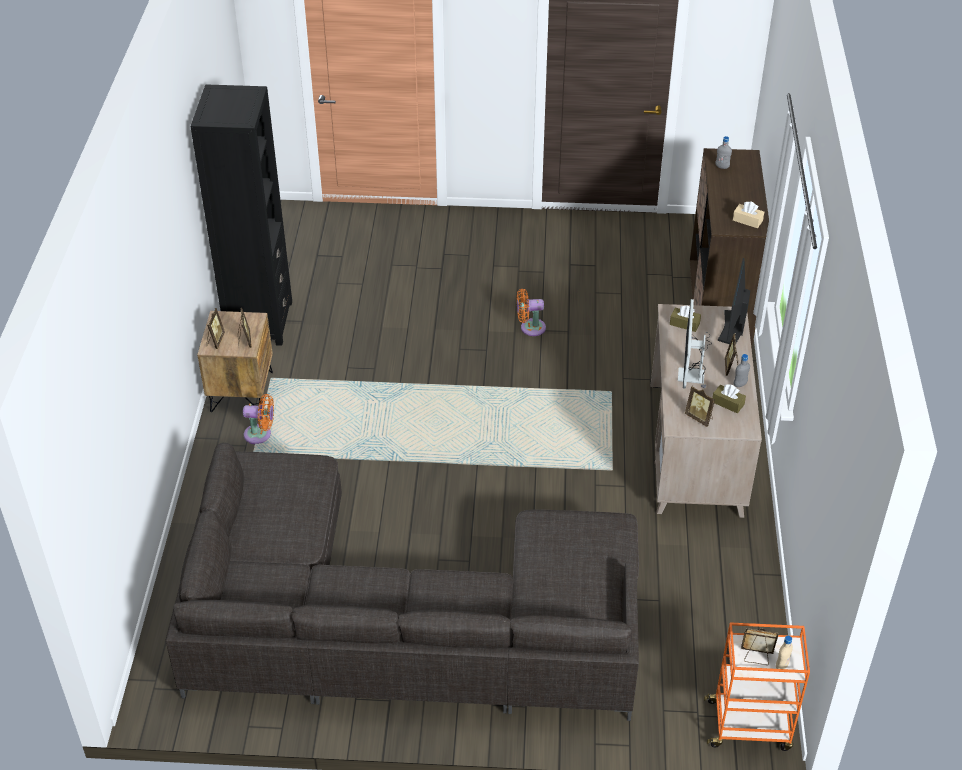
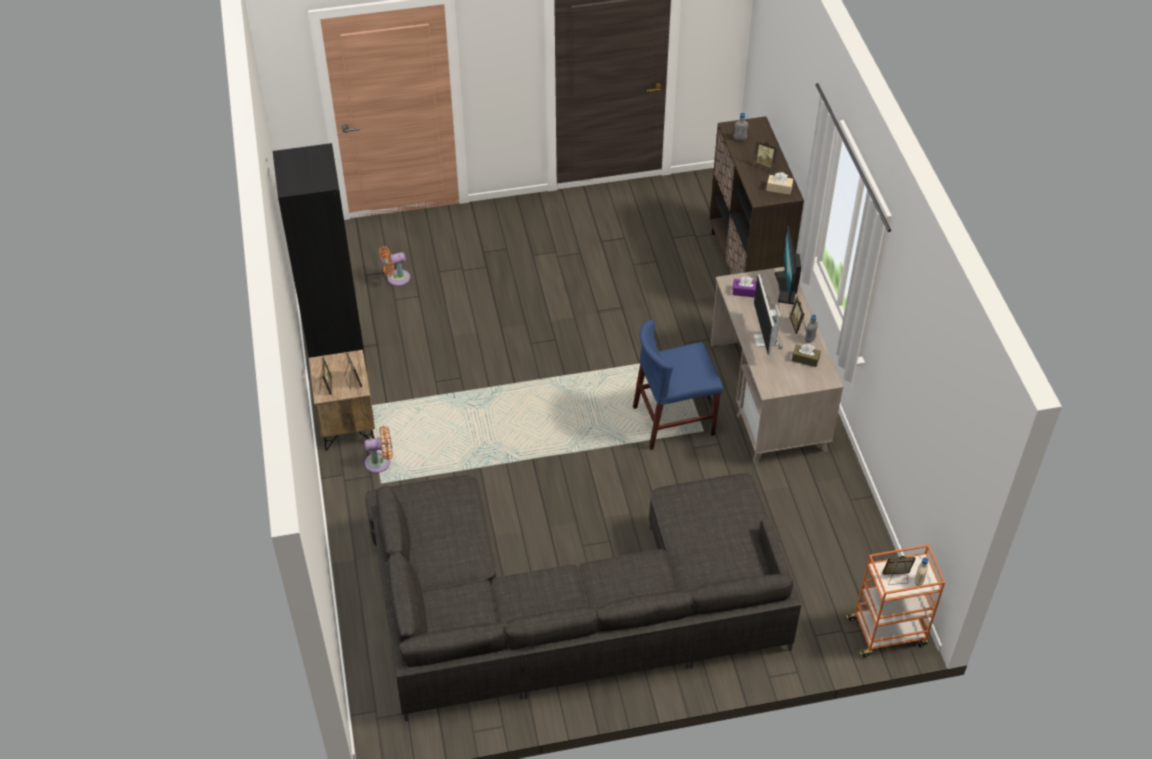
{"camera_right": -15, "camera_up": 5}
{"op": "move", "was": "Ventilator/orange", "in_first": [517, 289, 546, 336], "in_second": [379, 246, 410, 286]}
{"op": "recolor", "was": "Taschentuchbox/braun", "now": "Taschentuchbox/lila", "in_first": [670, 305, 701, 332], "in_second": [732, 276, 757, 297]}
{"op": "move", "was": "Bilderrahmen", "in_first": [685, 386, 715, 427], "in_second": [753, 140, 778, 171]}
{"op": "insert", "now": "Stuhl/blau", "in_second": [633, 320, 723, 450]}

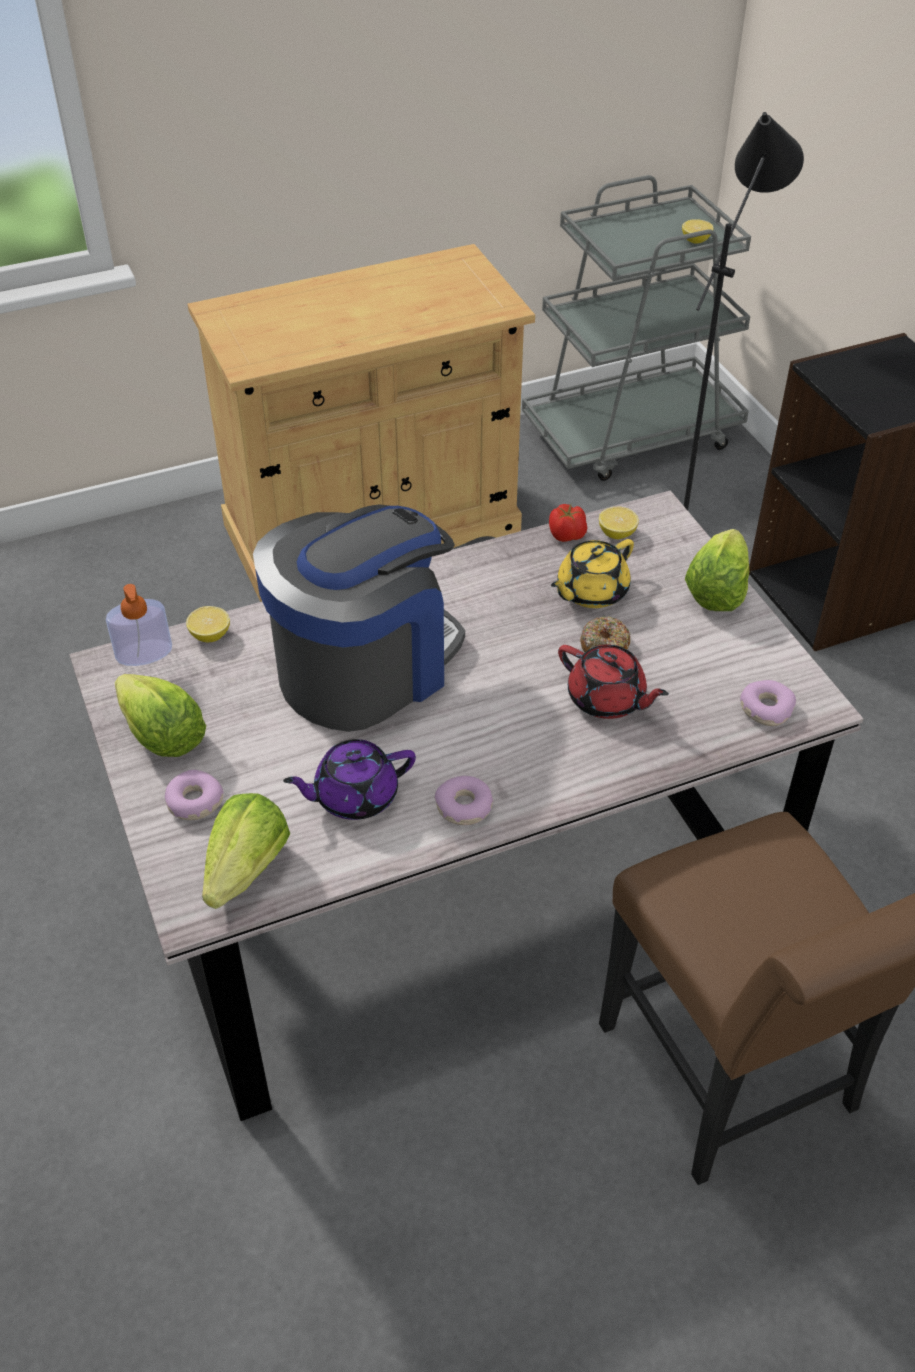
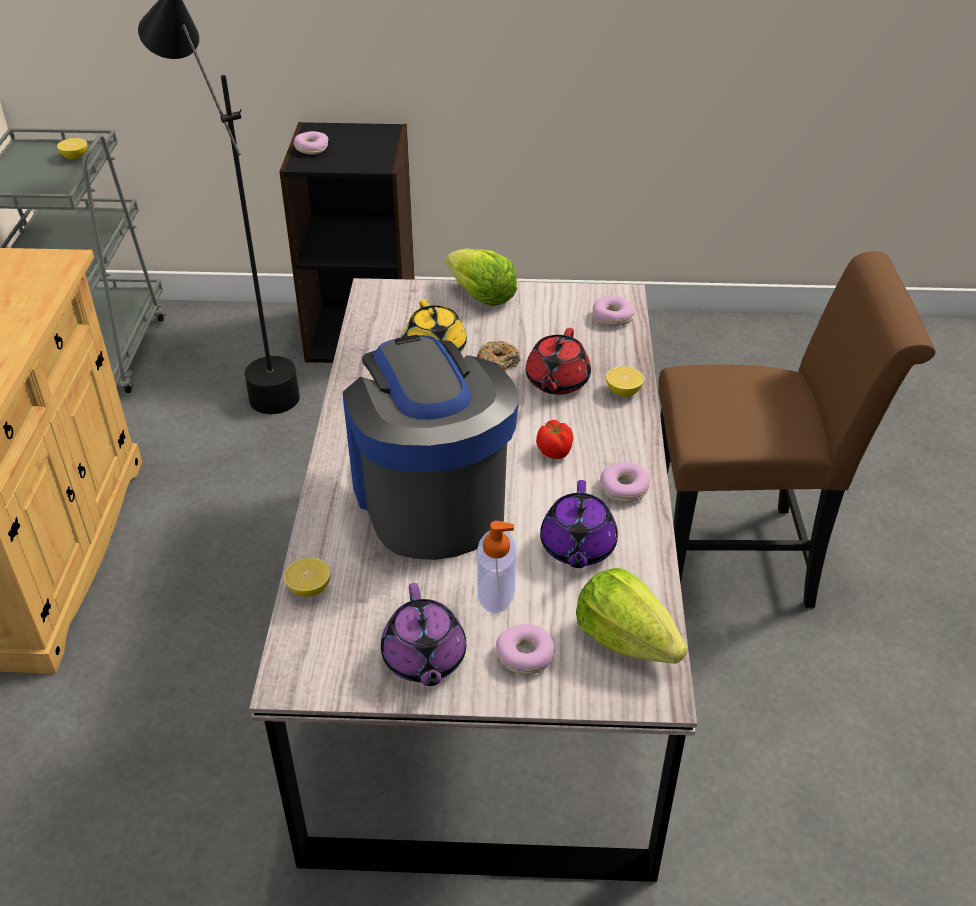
{"camera_right": -65, "camera_up": -5}
{"op": "move", "was": "Seifenspender", "in_first": [106, 584, 172, 666], "in_second": [477, 521, 516, 613]}
{"op": "replace", "was": "Salatkopf", "now": "Teekanne/lila", "in_first": [115, 674, 206, 757], "in_second": [381, 583, 466, 686]}
{"op": "move", "was": "Tomate", "in_first": [549, 504, 587, 542], "in_second": [536, 420, 573, 459]}
{"op": "rotate", "was": "Teekanne/rot", "in_first": [558, 644, 669, 719], "in_second": [525, 328, 591, 395], "clockwise": 135}
{"op": "move", "was": "Zitrone", "in_first": [599, 507, 639, 539], "in_second": [606, 366, 644, 397]}
{"op": "insert", "now": "Donut", "in_second": [294, 131, 328, 155]}

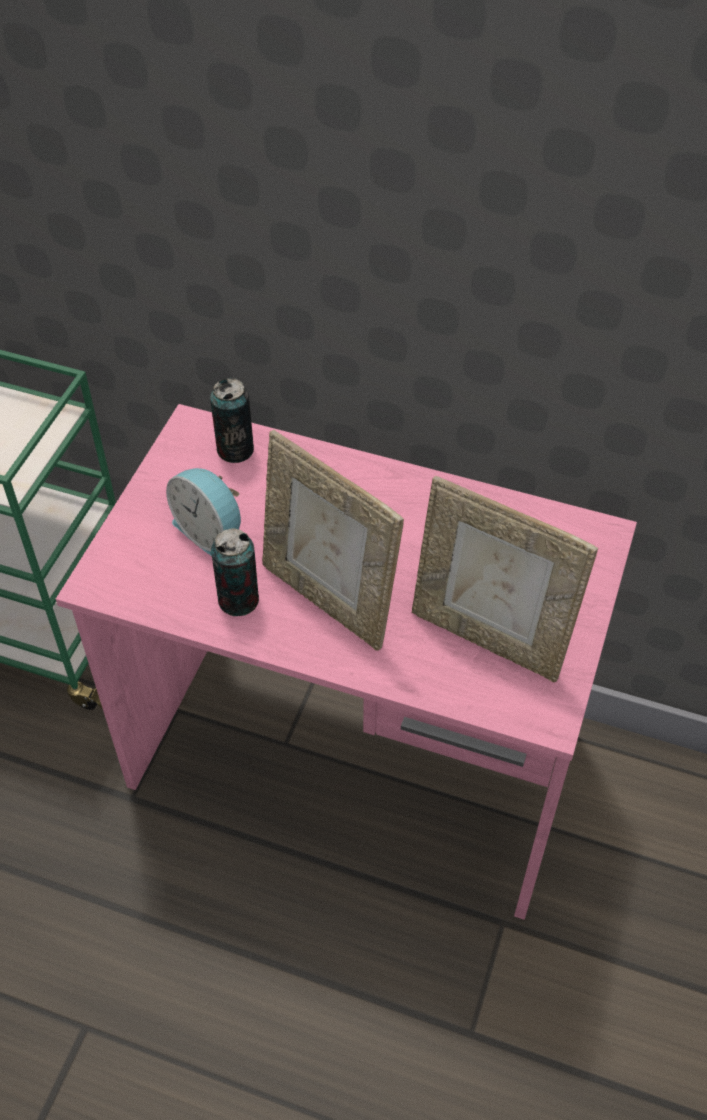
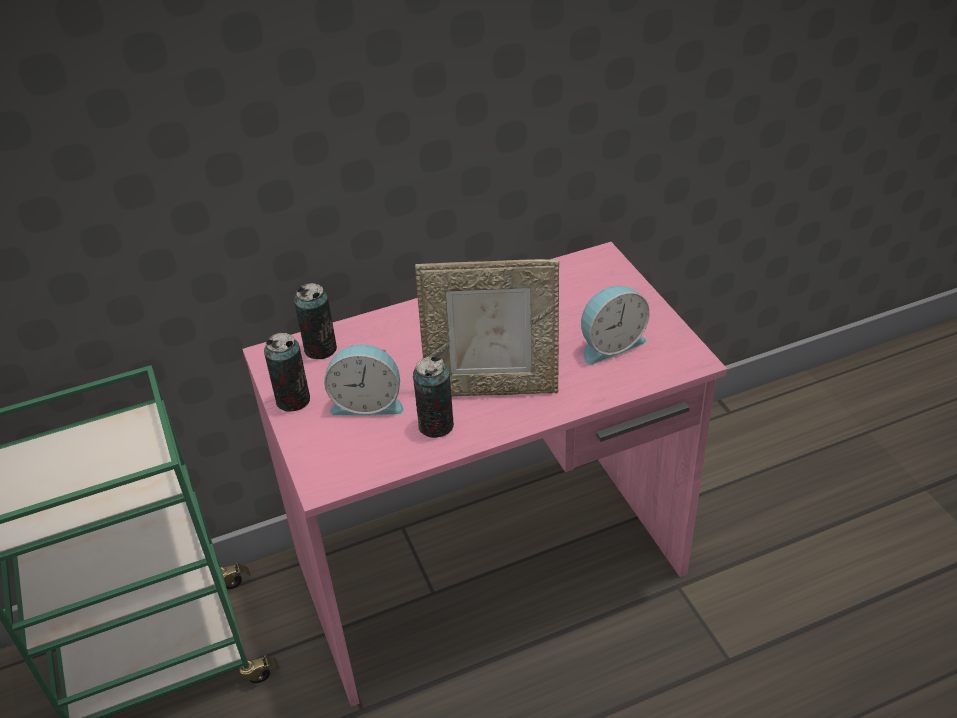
{"camera_right": -40, "camera_up": -10}
{"op": "replace", "was": "Bilderrahmen", "now": "Wecker", "in_first": [412, 475, 598, 682], "in_second": [581, 286, 650, 365]}
{"op": "insert", "now": "Dose", "in_second": [264, 333, 310, 412]}

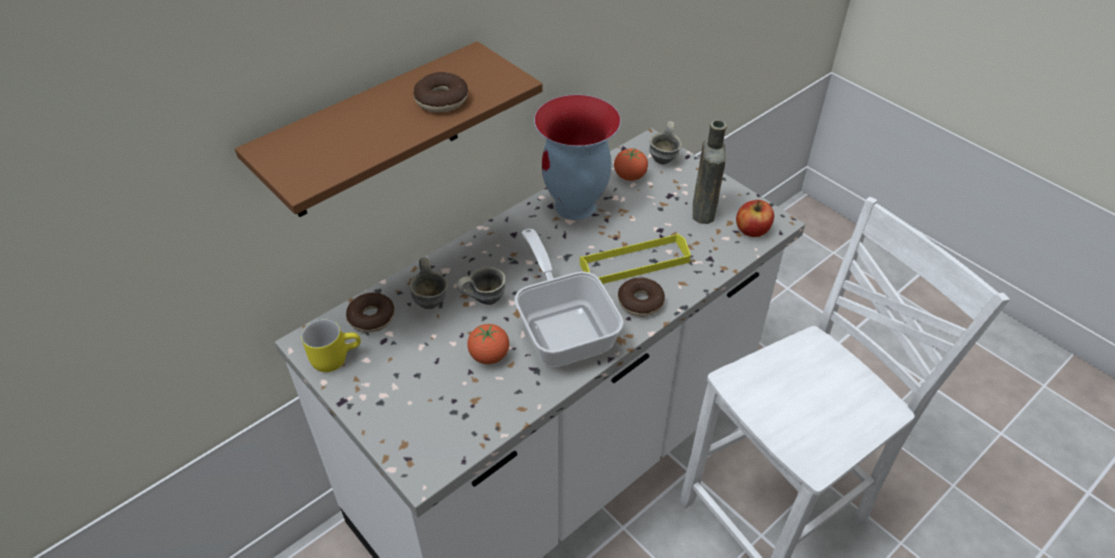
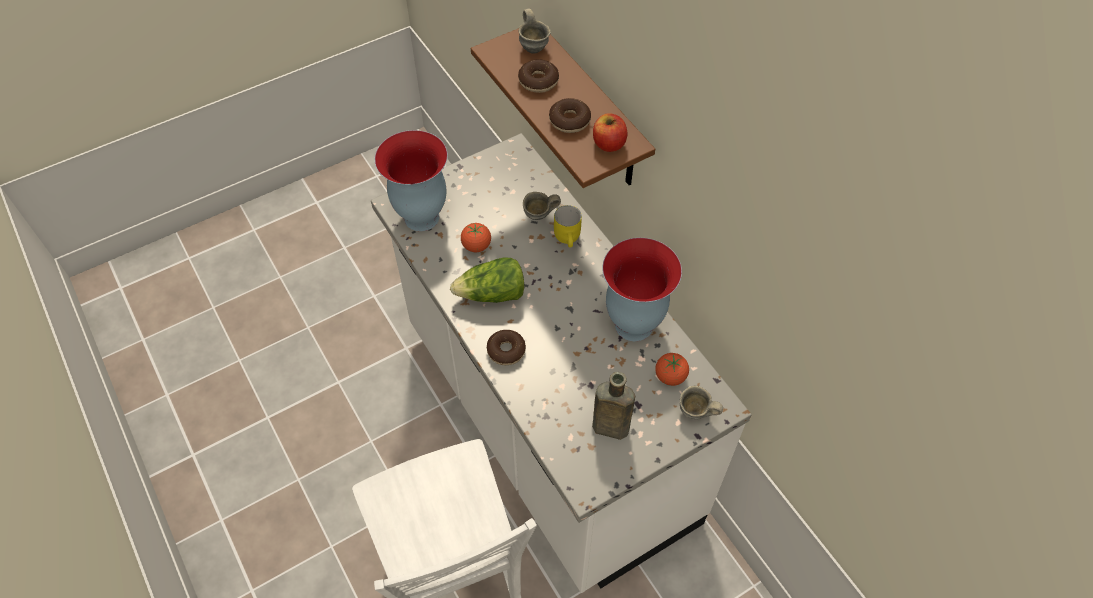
{"camera_right": 100, "camera_up": 10}
{"op": "move", "was": "Henkelbecher/gelb", "in_first": [301, 319, 361, 372], "in_second": [554, 205, 582, 247]}
{"op": "move", "was": "Donut", "in_first": [346, 293, 395, 332], "in_second": [518, 59, 559, 93]}
{"op": "move", "was": "Henkelbecher/grau", "in_first": [456, 267, 505, 305], "in_second": [519, 8, 551, 53]}
{"op": "replace", "was": "Pfanne", "now": "Salatkopf", "in_first": [514, 229, 624, 367], "in_second": [450, 258, 524, 303]}
{"op": "delete", "was": "Tablett/gelb", "in_first": [580, 233, 691, 284]}
{"op": "move", "was": "Apfel", "in_first": [736, 200, 774, 237], "in_second": [593, 113, 627, 152]}
{"op": "insert", "now": "Vase", "in_second": [375, 130, 448, 231]}

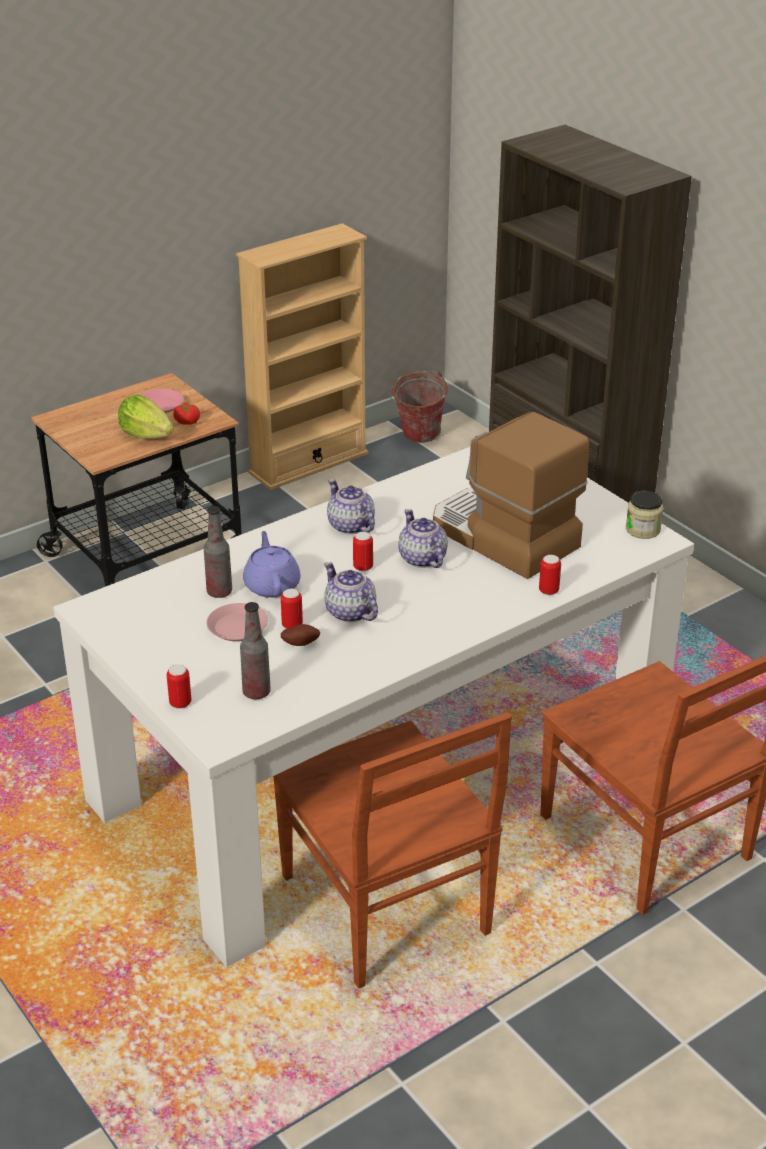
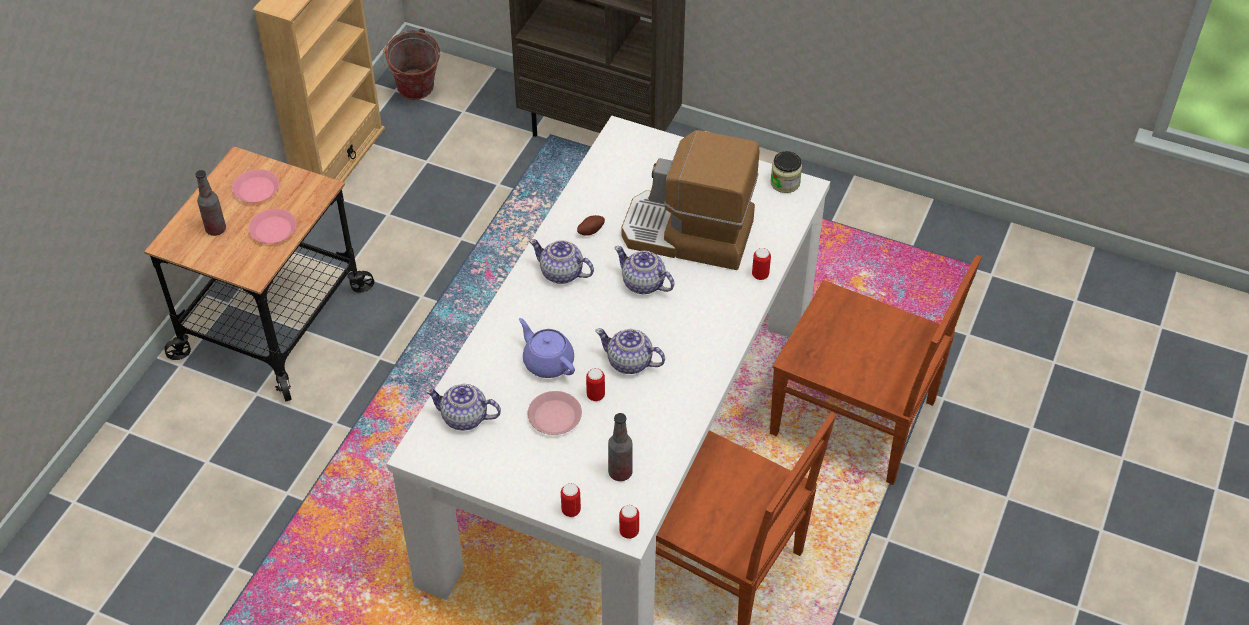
{"camera_right": -30, "camera_up": 15}
{"op": "replace", "was": "Salatkopf", "now": "Teller/rosa", "in_first": [118, 395, 174, 439], "in_second": [248, 209, 297, 244]}
{"op": "delete", "was": "Tomate", "in_first": [173, 403, 200, 425]}
{"op": "move", "was": "Flasche", "in_first": [204, 506, 232, 598], "in_second": [195, 170, 226, 236]}
{"op": "move", "was": "Kartoffel", "in_first": [281, 624, 320, 646], "in_second": [577, 215, 605, 236]}
{"op": "move", "was": "Dose", "in_first": [353, 532, 373, 571], "in_second": [619, 505, 639, 539]}
{"op": "insert", "now": "Teekanne", "in_second": [425, 384, 501, 431]}

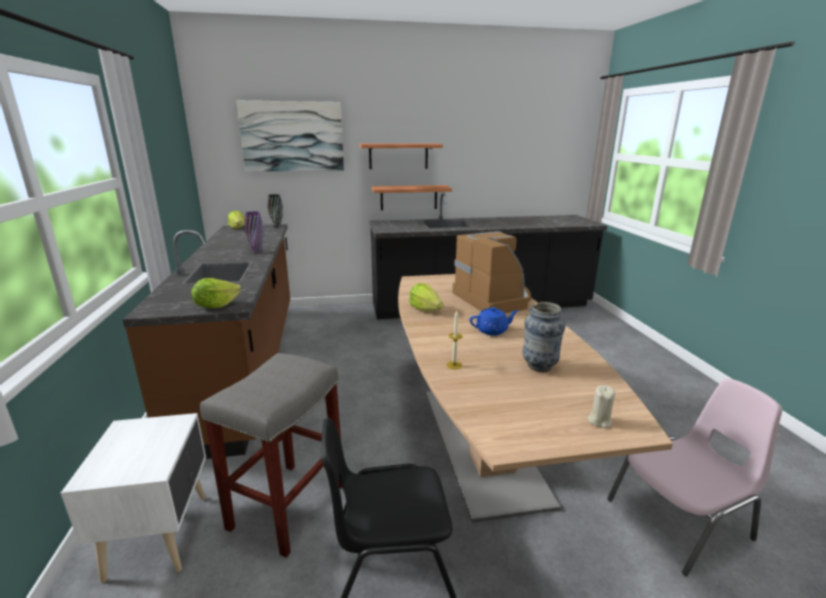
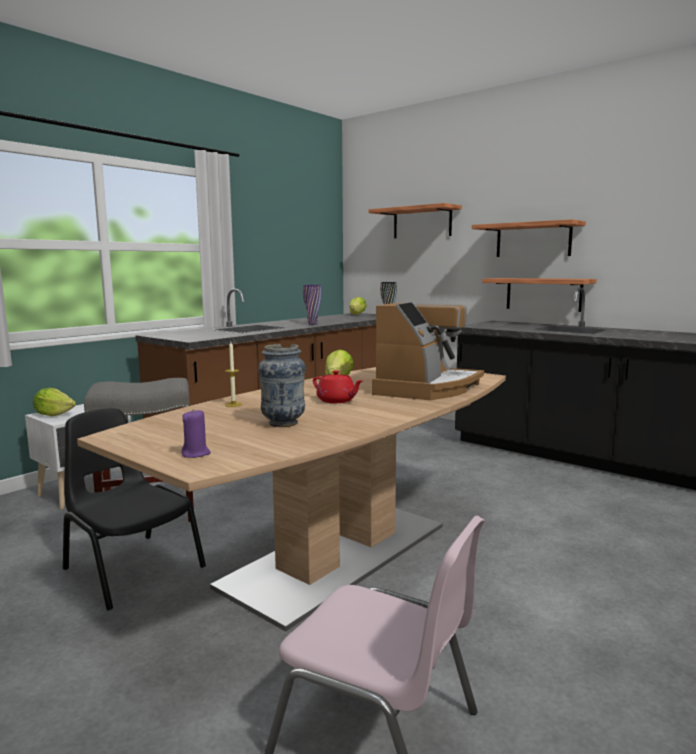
{"camera_right": 50, "camera_up": -10}
{"op": "move", "was": "Salatkopf", "in_first": [191, 278, 241, 308], "in_second": [33, 388, 76, 416]}
{"op": "replace", "was": "Bild", "now": "Wandregal", "in_first": [237, 101, 344, 172], "in_second": [368, 203, 462, 238]}
{"op": "recolor", "was": "Teekanne/blau", "now": "Teekanne/rot", "in_first": [470, 307, 518, 335], "in_second": [313, 370, 362, 403]}
{"op": "recolor", "was": "Kerze/beige", "now": "Kerze/lila", "in_first": [588, 386, 615, 428], "in_second": [181, 409, 211, 458]}

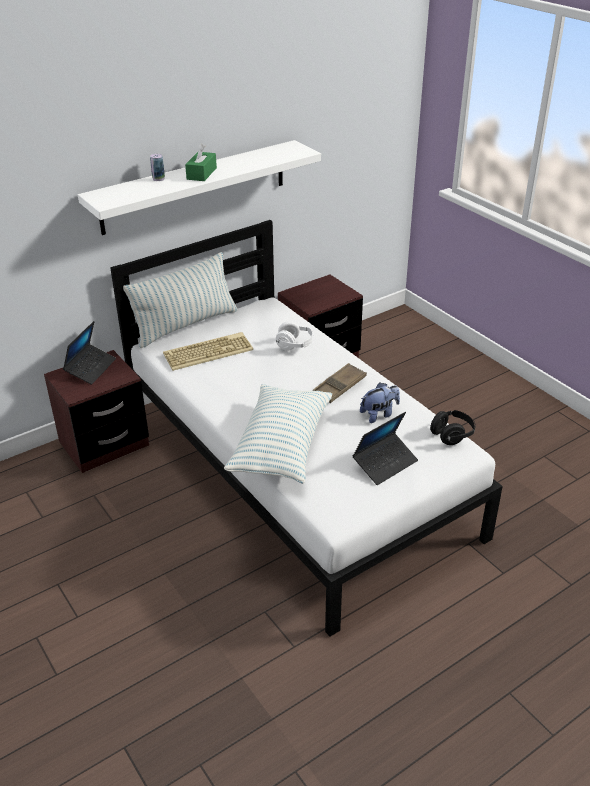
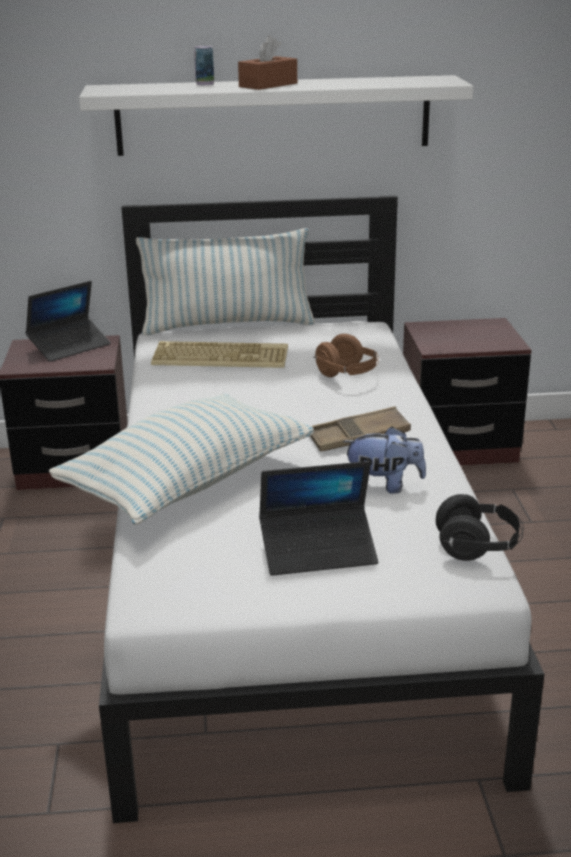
{"camera_right": 30, "camera_up": -10}
{"op": "recolor", "was": "Taschentuchbox/grün", "now": "Taschentuchbox/braun", "in_first": [185, 143, 217, 181], "in_second": [238, 35, 297, 90]}
{"op": "recolor", "was": "Kopfhörer/weiß", "now": "Kopfhörer/braun", "in_first": [276, 321, 314, 351], "in_second": [314, 334, 379, 377]}

